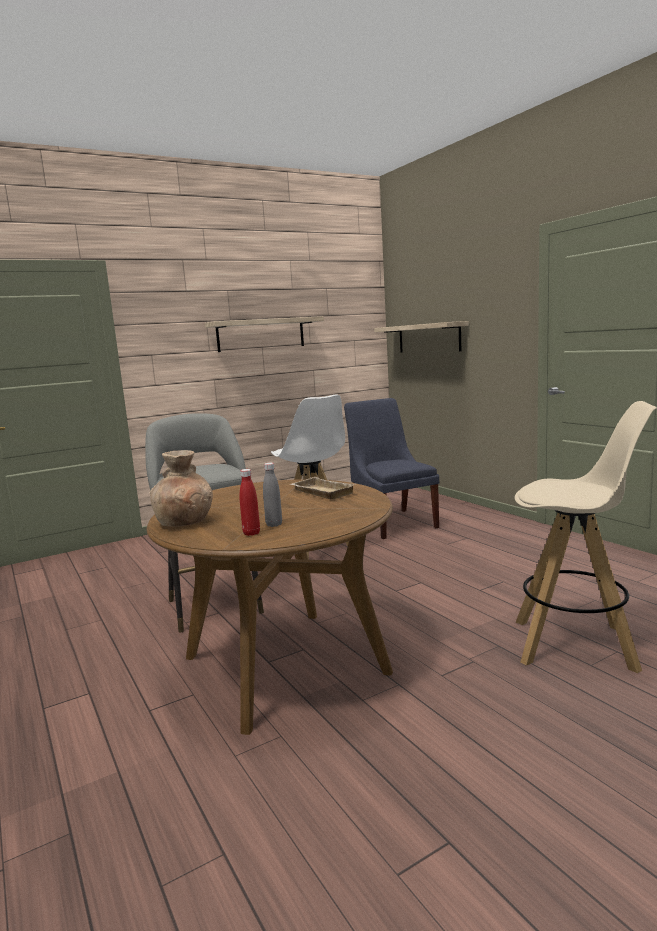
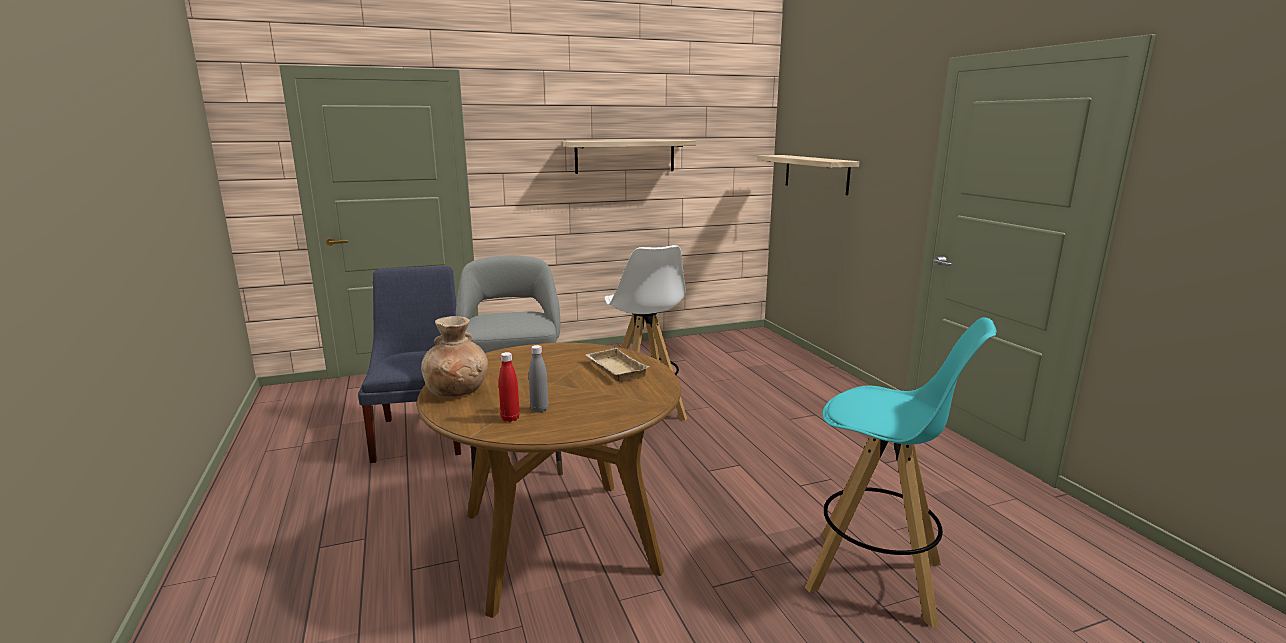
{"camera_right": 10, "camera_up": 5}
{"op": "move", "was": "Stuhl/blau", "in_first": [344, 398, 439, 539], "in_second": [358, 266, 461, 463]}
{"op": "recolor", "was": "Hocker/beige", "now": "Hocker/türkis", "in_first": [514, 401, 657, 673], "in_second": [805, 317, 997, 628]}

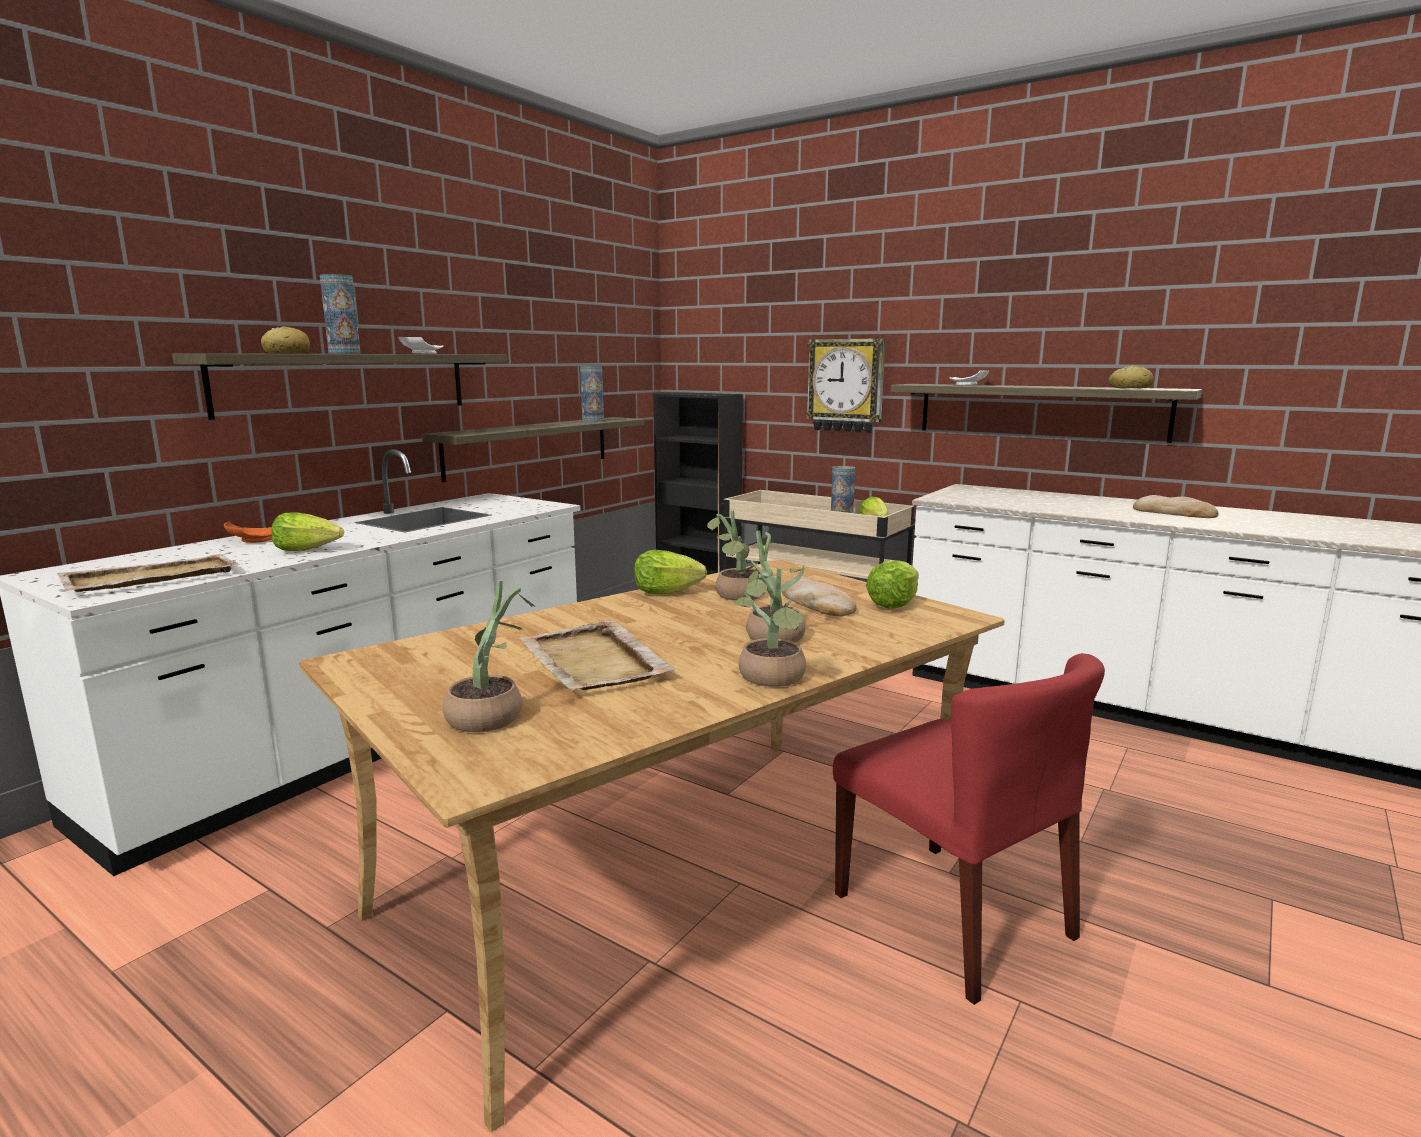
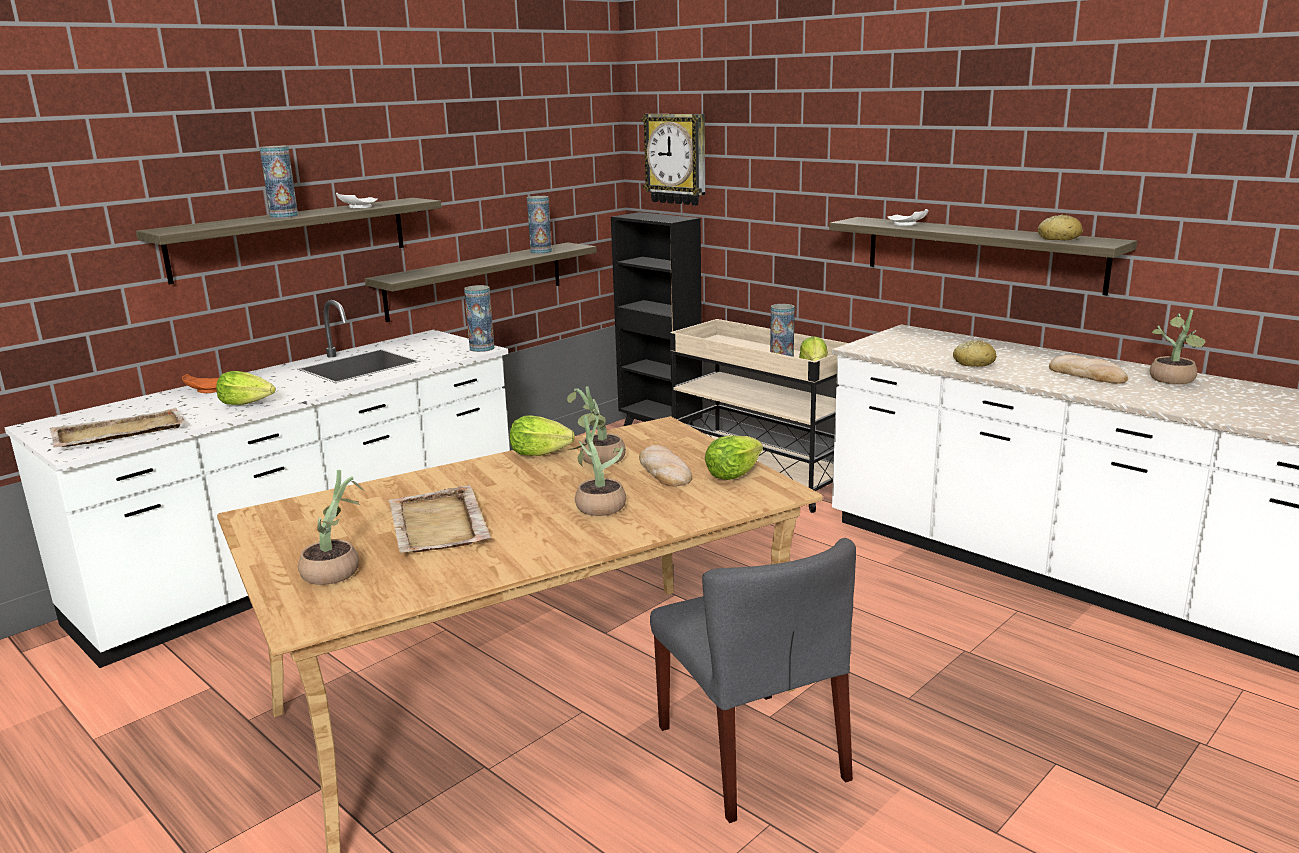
{"camera_right": 10, "camera_up": 5}
{"op": "move", "was": "Brot", "in_first": [261, 326, 310, 353], "in_second": [953, 340, 997, 367]}
{"op": "move", "was": "Topfpflanze", "in_first": [734, 567, 806, 687], "in_second": [1150, 310, 1206, 385]}
{"op": "move", "was": "Wanduhr", "in_first": [805, 338, 886, 433], "in_second": [641, 114, 705, 206]}
{"op": "recolor", "was": "Stuhl/rot", "now": "Stuhl/grau", "in_first": [833, 653, 1105, 1005], "in_second": [650, 538, 856, 823]}
{"op": "insert", "now": "Vase", "in_second": [464, 285, 494, 352]}

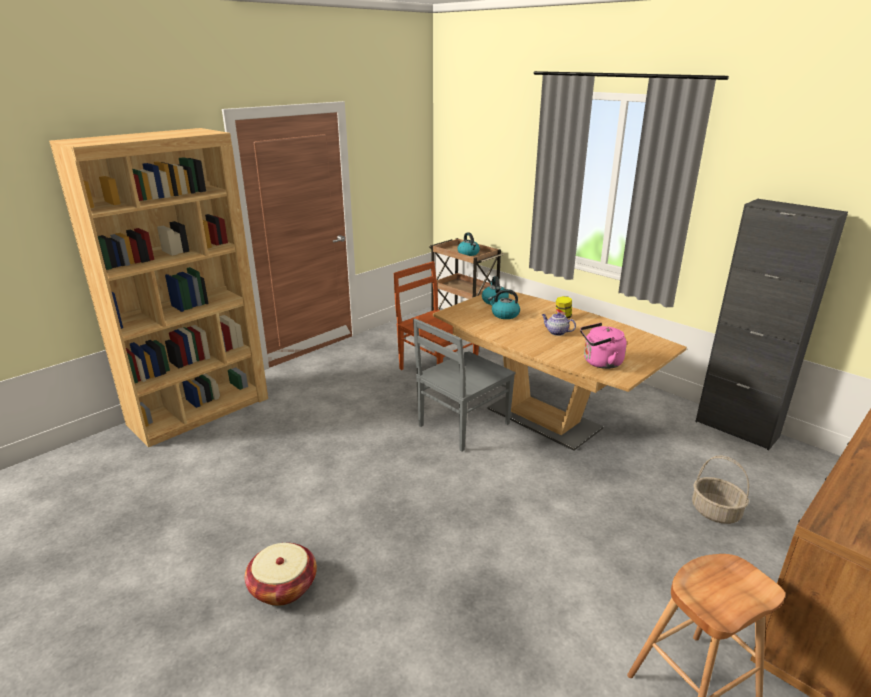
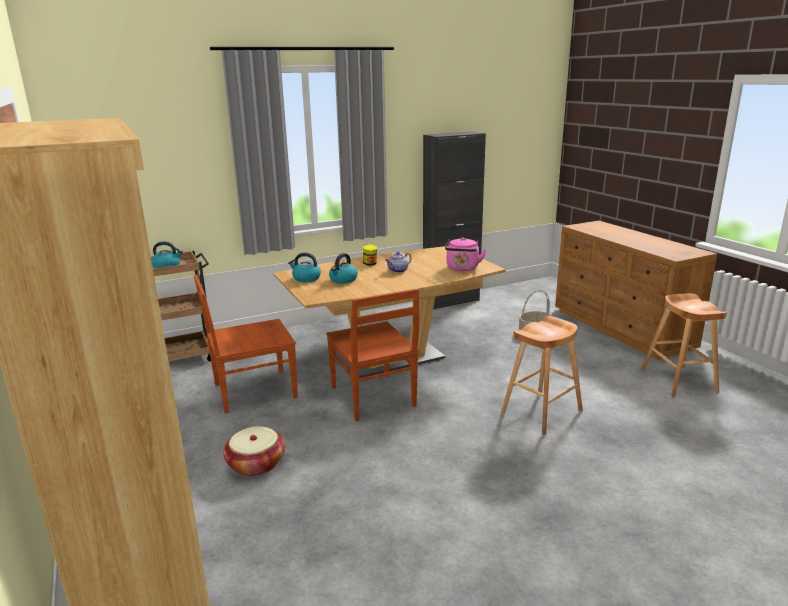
{"camera_right": -70, "camera_up": -5}
{"op": "move", "was": "Korb", "in_first": [245, 543, 317, 606], "in_second": [223, 426, 285, 476]}
{"op": "recolor", "was": "Stuhl/grau", "now": "Stuhl/braun", "in_first": [413, 319, 516, 452], "in_second": [326, 289, 419, 421]}
{"op": "insert", "now": "Hocker/braun", "in_second": [501, 316, 583, 435]}

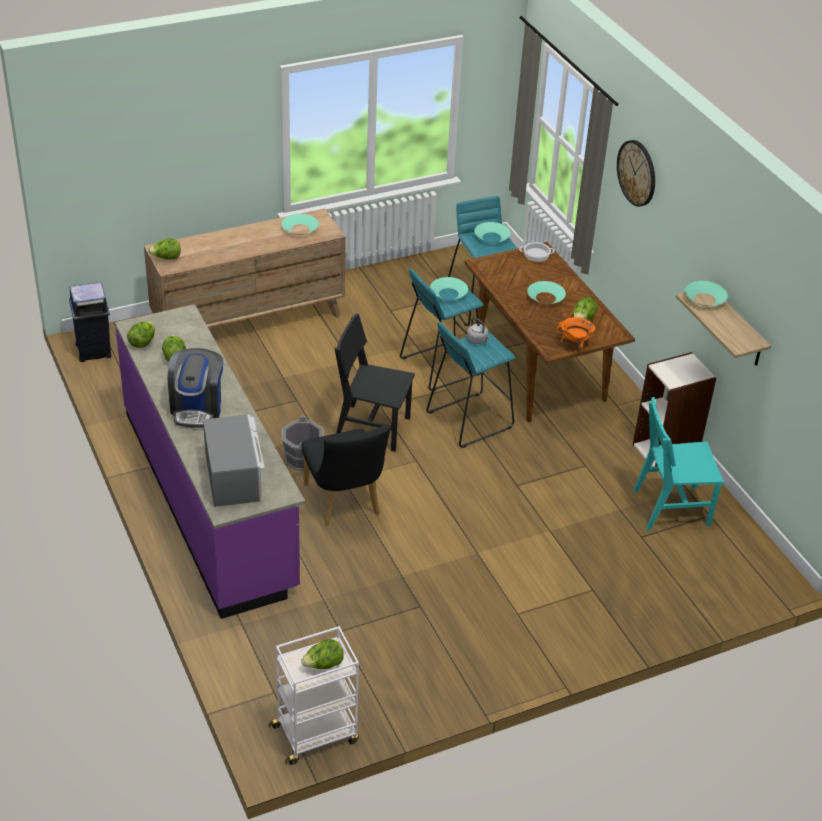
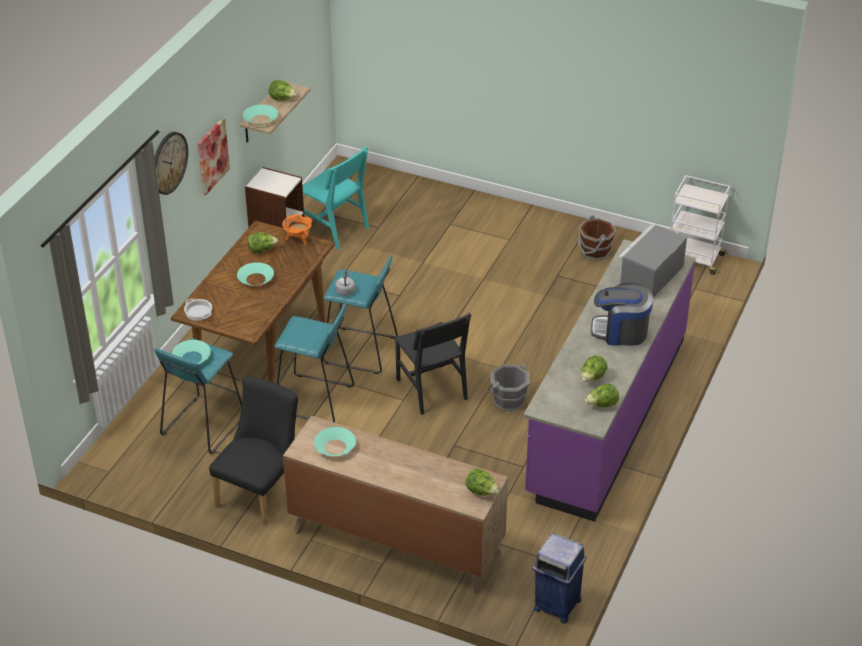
{"camera_right": -130, "camera_up": 0}
{"op": "rotate", "was": "Kaffeemaschine", "in_first": [168, 348, 223, 428], "in_second": [591, 283, 653, 346], "clockwise": -135}
{"op": "move", "was": "Stuhl/schwarz", "in_first": [301, 425, 390, 526], "in_second": [209, 376, 298, 526]}
{"op": "move", "was": "Salatkopf", "in_first": [301, 639, 344, 669], "in_second": [269, 80, 297, 100]}
{"op": "delete", "was": "Schüssel/türkis", "in_first": [430, 277, 468, 300]}
{"op": "insert", "now": "Bild", "in_second": [198, 118, 230, 195]}
{"op": "insert", "now": "Eimer/braun", "in_second": [578, 215, 616, 260]}

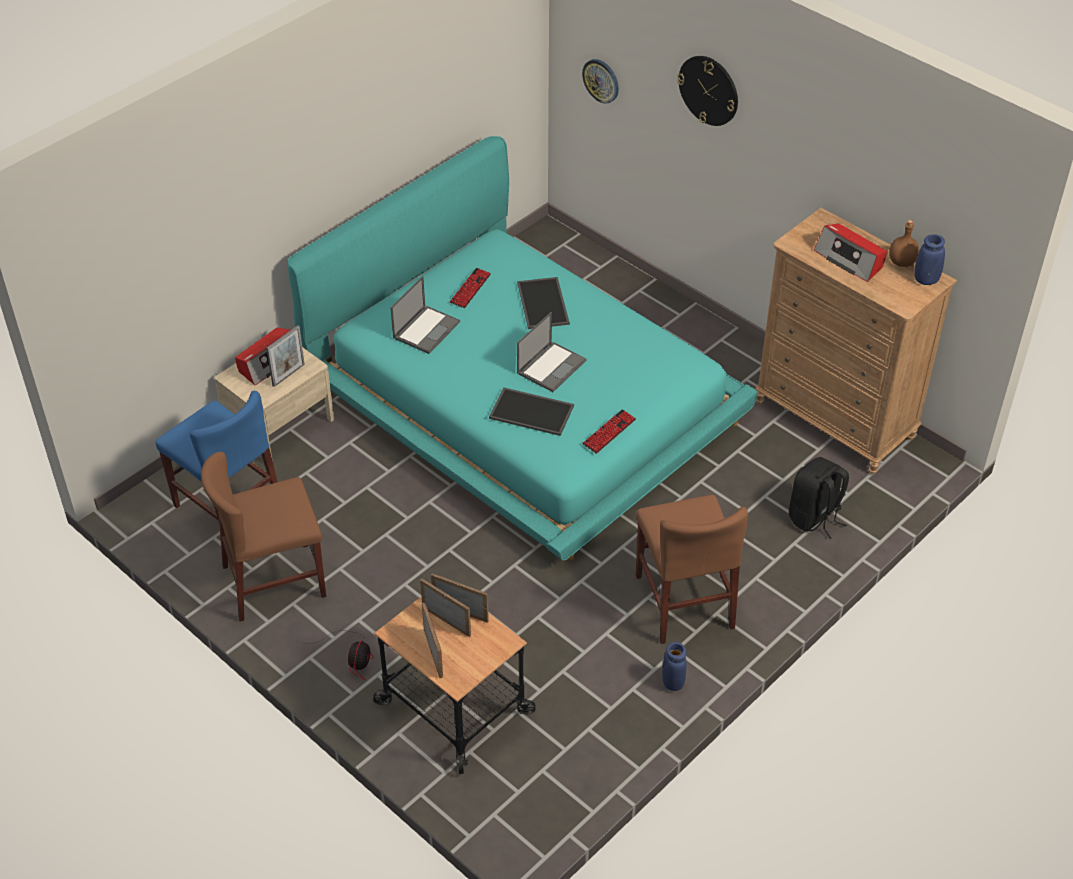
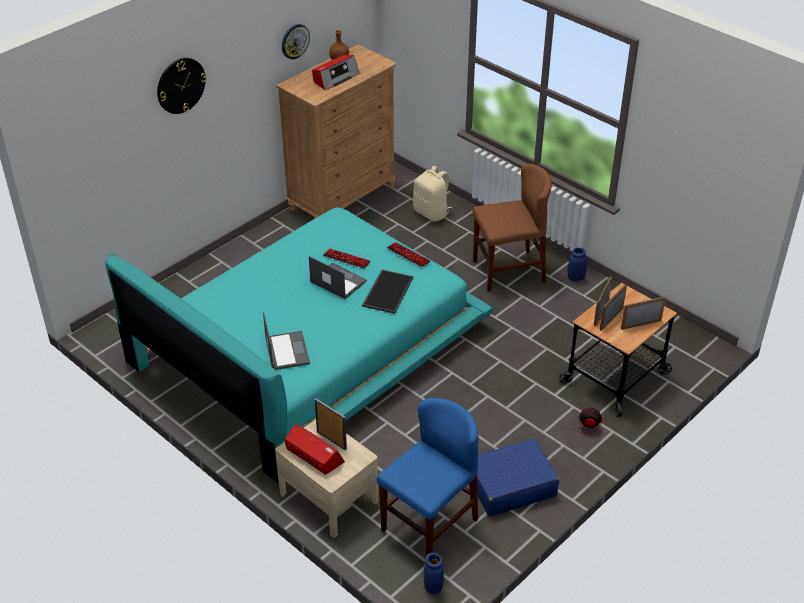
{"camera_right": -90, "camera_up": -5}
{"op": "replace", "was": "Stuhl/braun", "now": "Koffer/blau", "in_first": [201, 452, 326, 622], "in_second": [477, 439, 559, 516]}
{"op": "rotate", "was": "Laptop", "in_first": [390, 276, 460, 354], "in_second": [263, 312, 310, 370], "clockwise": 45}
{"op": "move", "was": "Tastatur", "in_first": [450, 268, 491, 308], "in_second": [323, 248, 371, 268]}
{"op": "delete", "was": "Tablett", "in_first": [517, 277, 570, 329]}
{"op": "move", "was": "Wanduhr", "in_first": [582, 59, 619, 104], "in_second": [282, 24, 310, 59]}
{"op": "recolor", "was": "Rucksack/schwarz", "now": "Rucksack/beige", "in_first": [789, 457, 849, 539], "in_second": [413, 166, 452, 222]}
{"op": "move", "was": "Vase/blau", "in_first": [914, 234, 945, 285], "in_second": [424, 552, 444, 594]}

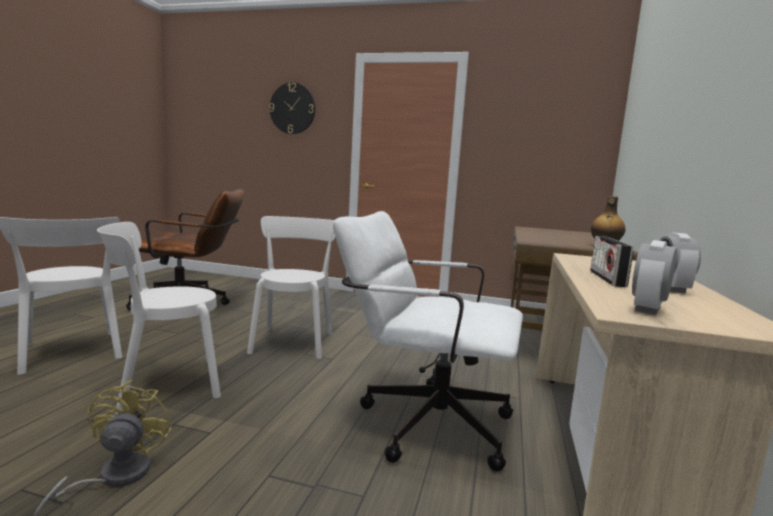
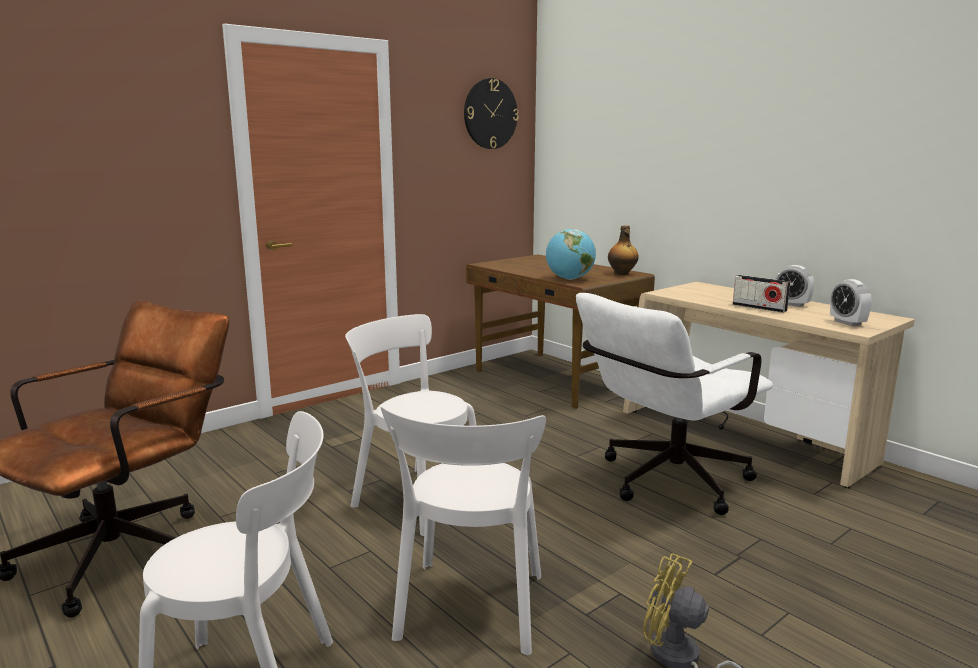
{"camera_right": -55, "camera_up": 5}
{"op": "move", "was": "Wanduhr", "in_first": [269, 82, 315, 134], "in_second": [464, 78, 519, 149]}
{"op": "insert", "now": "Globus", "in_second": [546, 229, 596, 280]}

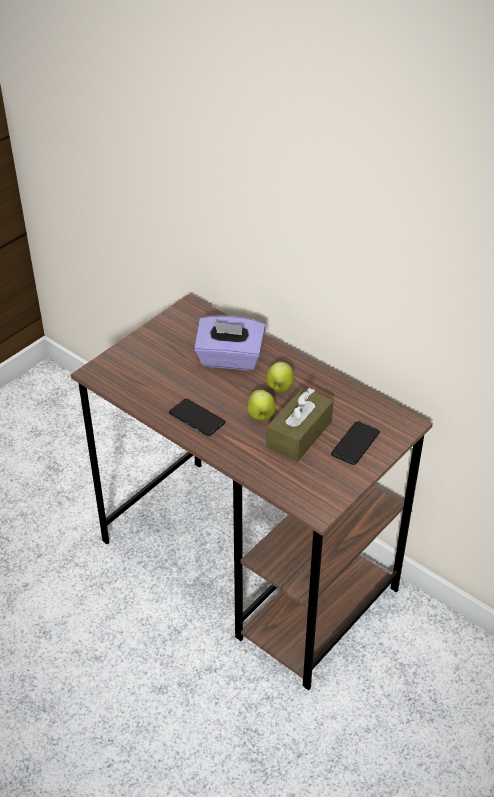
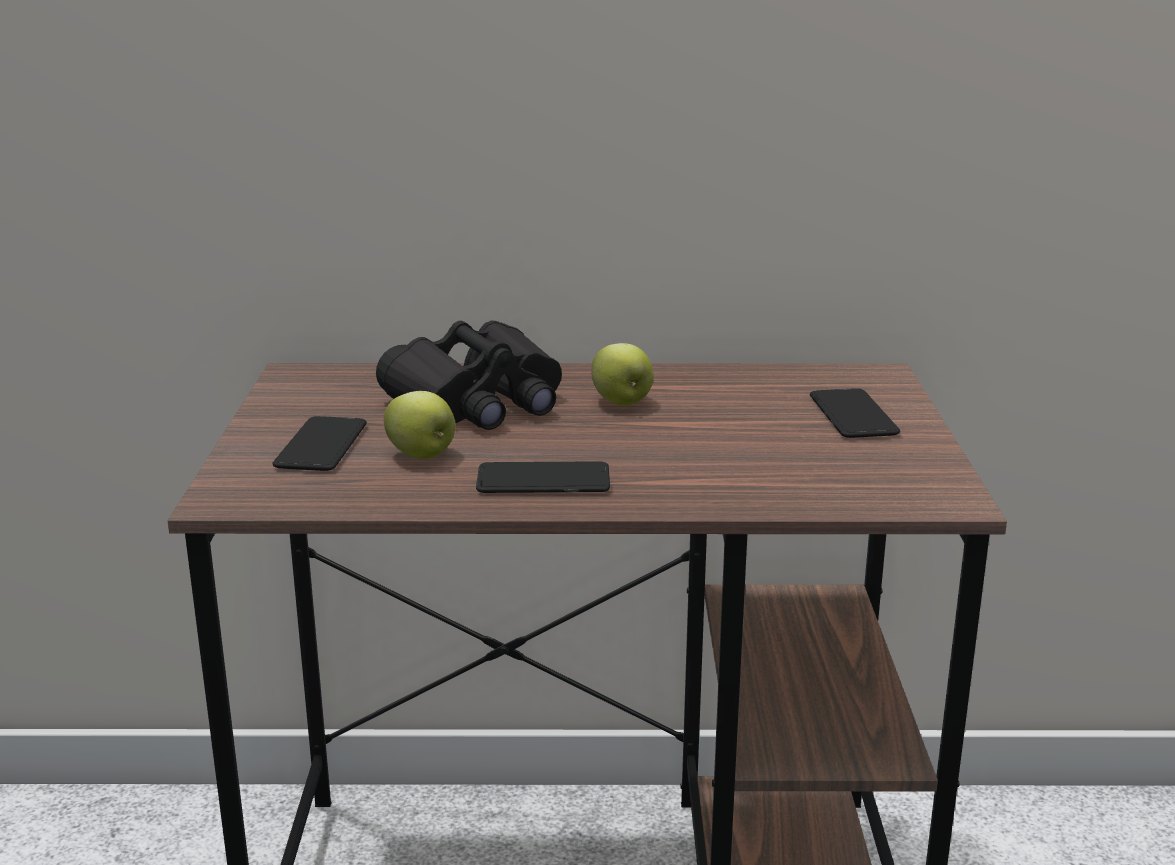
{"camera_right": -40, "camera_up": -20}
{"op": "replace", "was": "Taschentuchbox/lila", "now": "Fernglas/schwarz", "in_first": [194, 316, 266, 370], "in_second": [376, 321, 562, 430]}
{"op": "move", "was": "Apfel", "in_first": [247, 390, 276, 421], "in_second": [384, 391, 455, 459]}
{"op": "delete", "was": "Taschentuchbox/braun", "in_first": [266, 387, 334, 462]}
{"op": "insert", "now": "Handy", "in_second": [273, 416, 367, 471]}

